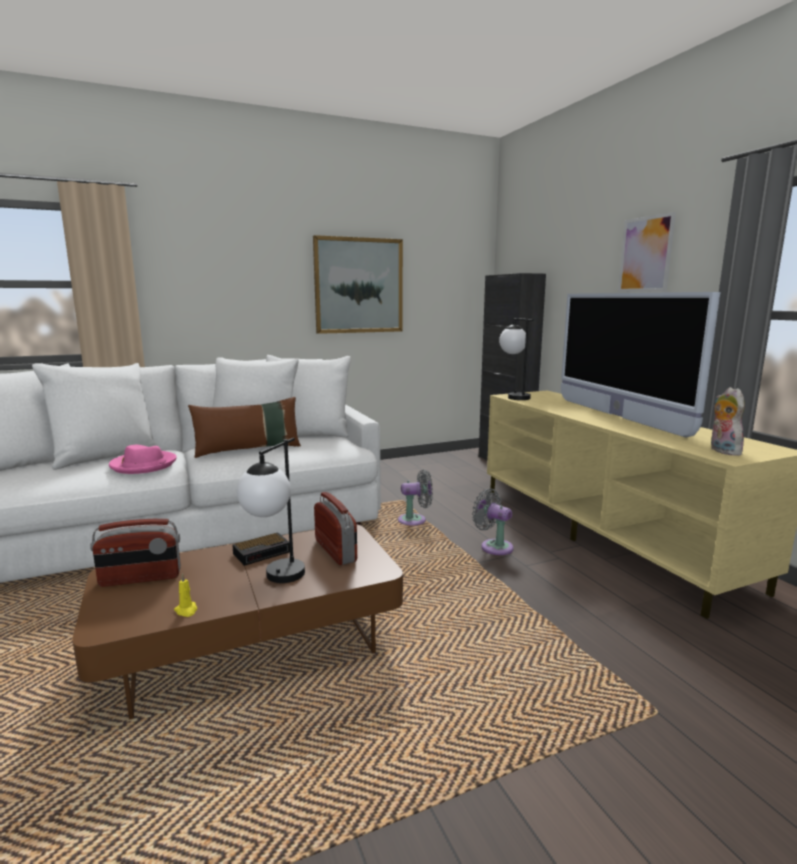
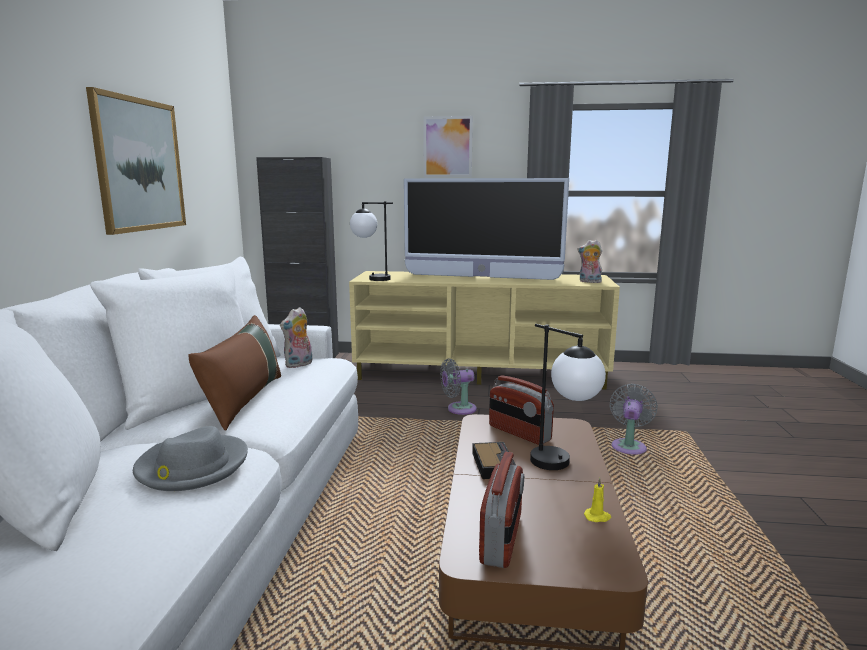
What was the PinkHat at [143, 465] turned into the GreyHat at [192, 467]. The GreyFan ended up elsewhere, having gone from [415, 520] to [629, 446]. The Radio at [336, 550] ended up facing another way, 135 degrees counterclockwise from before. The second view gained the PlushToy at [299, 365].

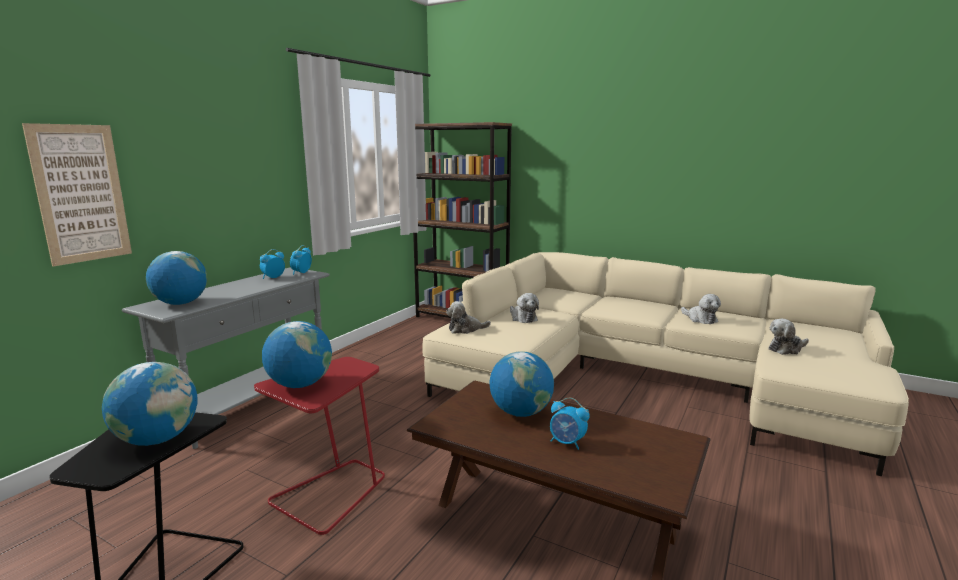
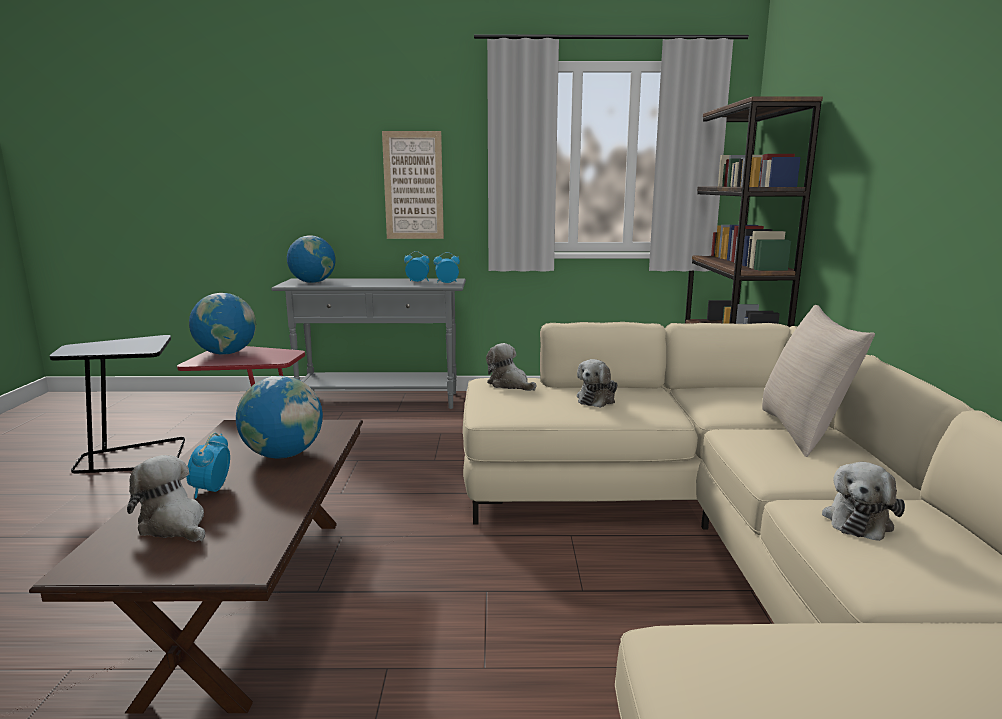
The Picture ended up elsewhere, having gone from [81, 194] to [413, 186]. The PlushToy ended up elsewhere, having gone from [786, 349] to [174, 525]. The second view lost the Globe at [158, 439]. The second view gained the BeigePillow at [803, 432].

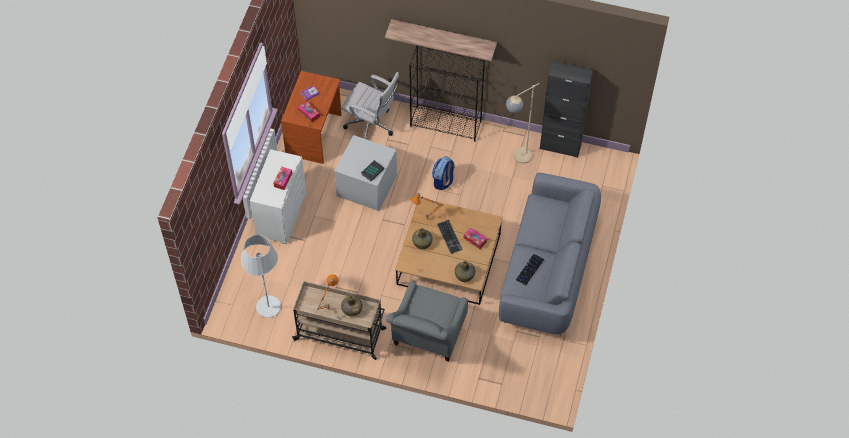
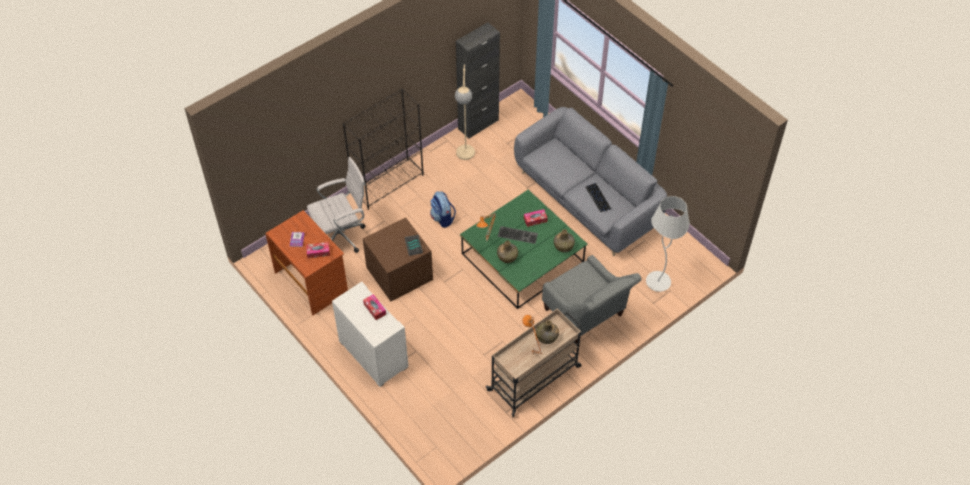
The second view lost the Shelf at [443, 36]. What was the GreyStorageBox at [366, 184] turned into the BrownStorageBox at [398, 273]. What was the BrownCoffeeTable at [449, 259] turned into the GreenCoffeeTable at [522, 258]. The WhiteFloorLamp ended up elsewhere, having gone from [268, 307] to [658, 282].

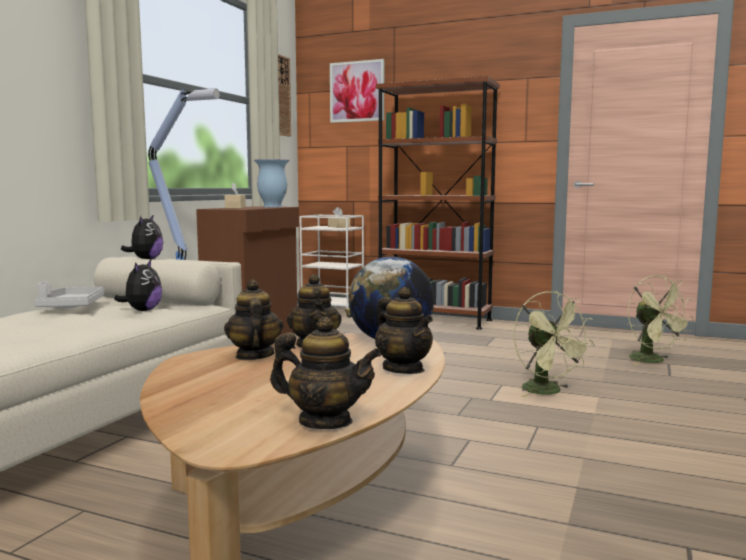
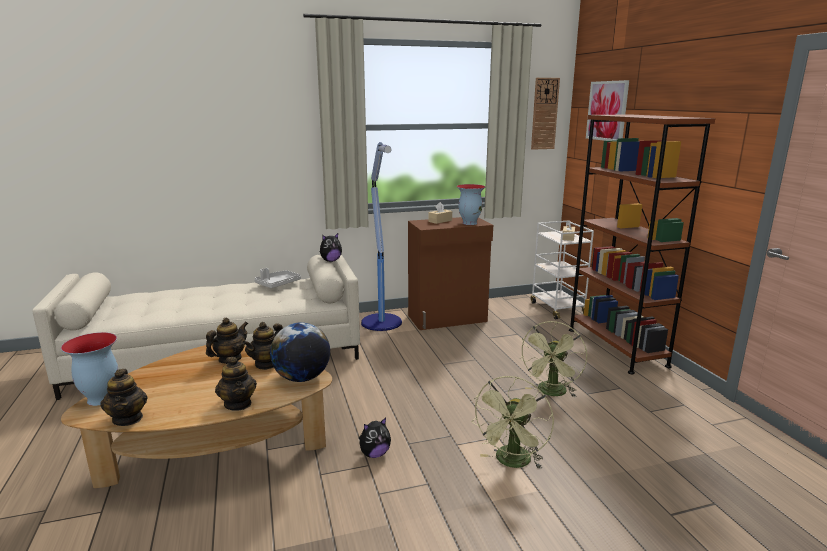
The PlushToy ended up elsewhere, having gone from [142, 310] to [374, 454]. The GreenFan ended up elsewhere, having gone from [653, 361] to [551, 393]. The Teapot at [403, 369] ended up facing another way, 45 degrees counterclockwise from before. The second view gained the Vase at [100, 399].

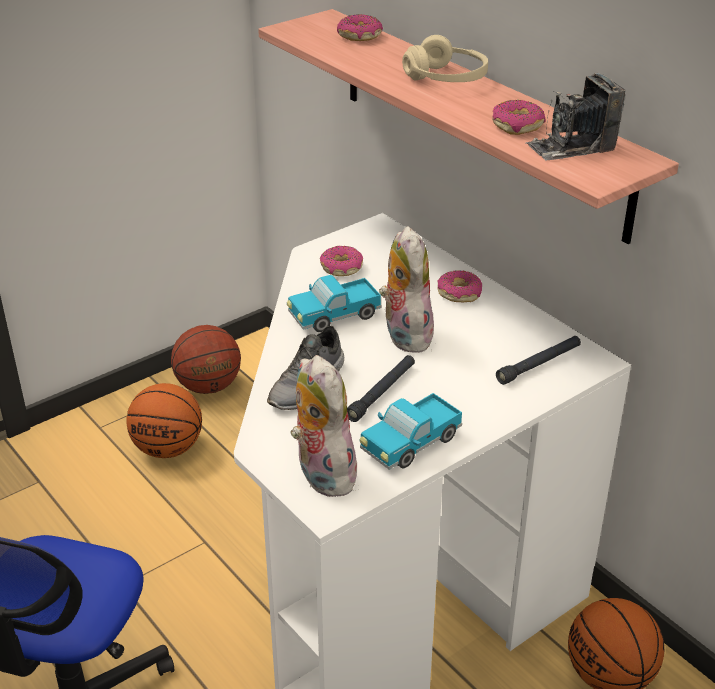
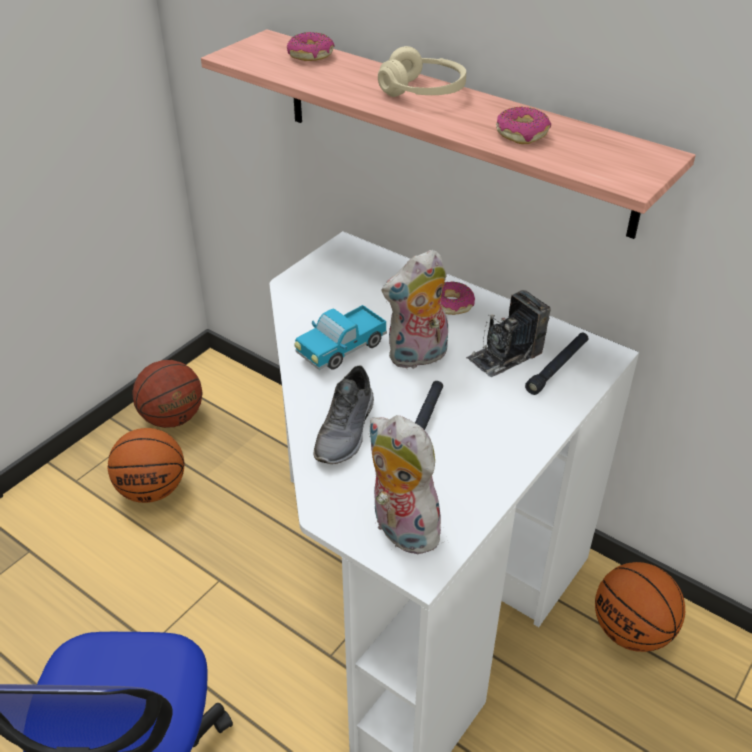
The PhotoCamera ended up elsewhere, having gone from [571, 147] to [505, 355]. The PlushToy at [404, 334] ended up facing another way, 90 degrees counterclockwise from before. The second view lost the Donut at [341, 268]. The second view lost the ToyTruck at [410, 445].

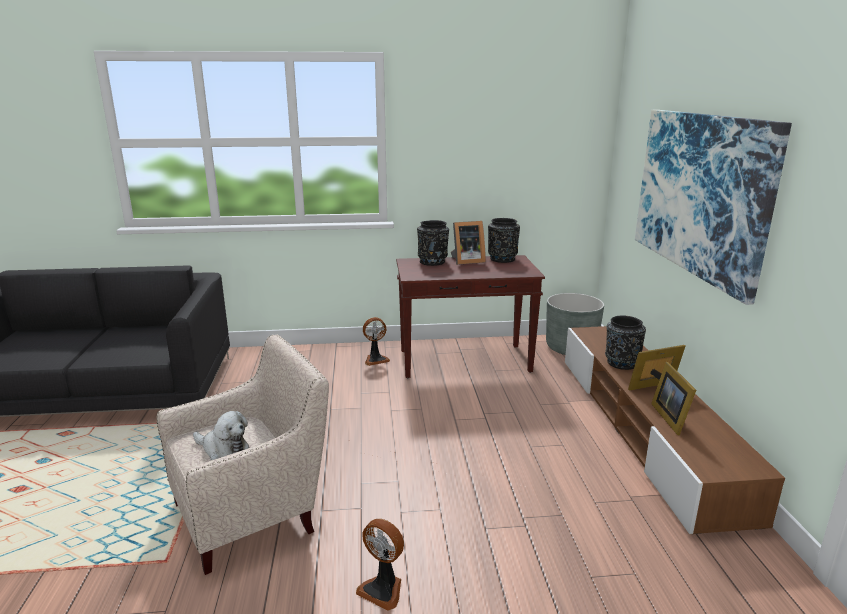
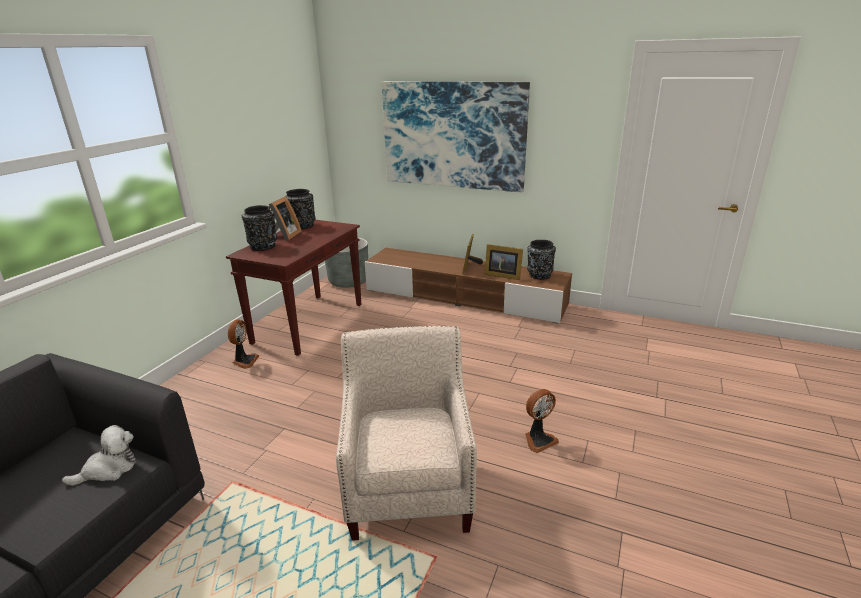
The BlackVase ended up elsewhere, having gone from [621, 363] to [539, 275]. The PlushToy ended up elsewhere, having gone from [223, 449] to [109, 469].

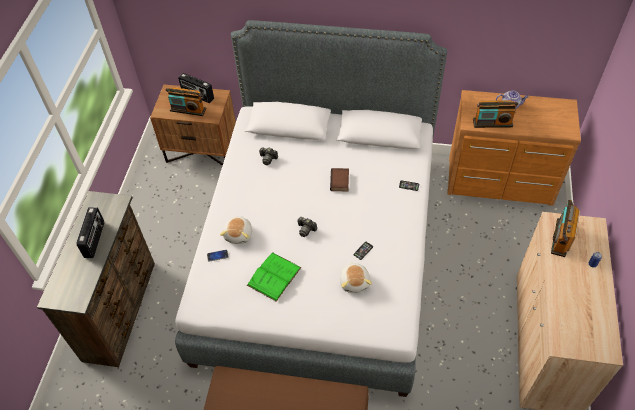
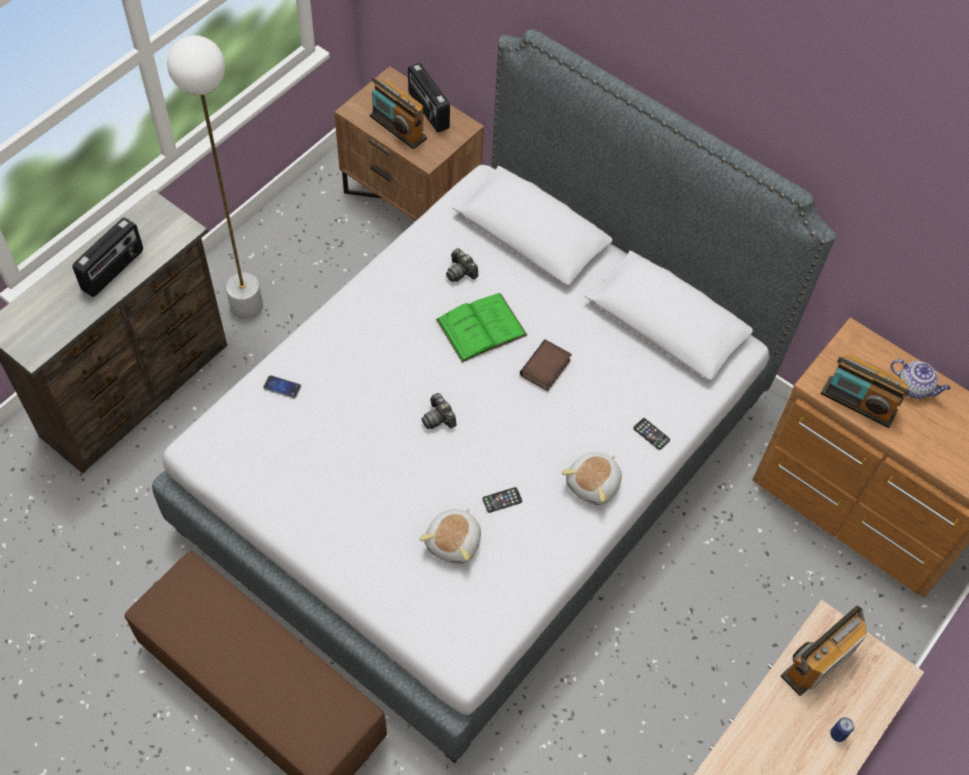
The PlushToy ended up elsewhere, having gone from [239, 234] to [594, 484]. The GreenBook ended up elsewhere, having gone from [274, 276] to [481, 327]. The second view gained the WhiteFloorLamp at [246, 306].

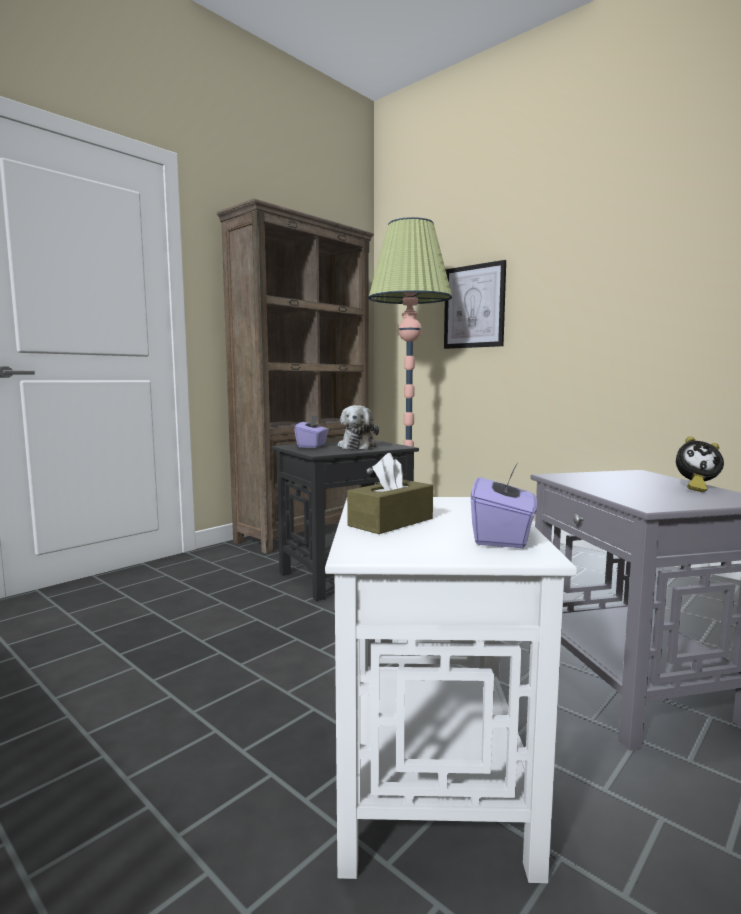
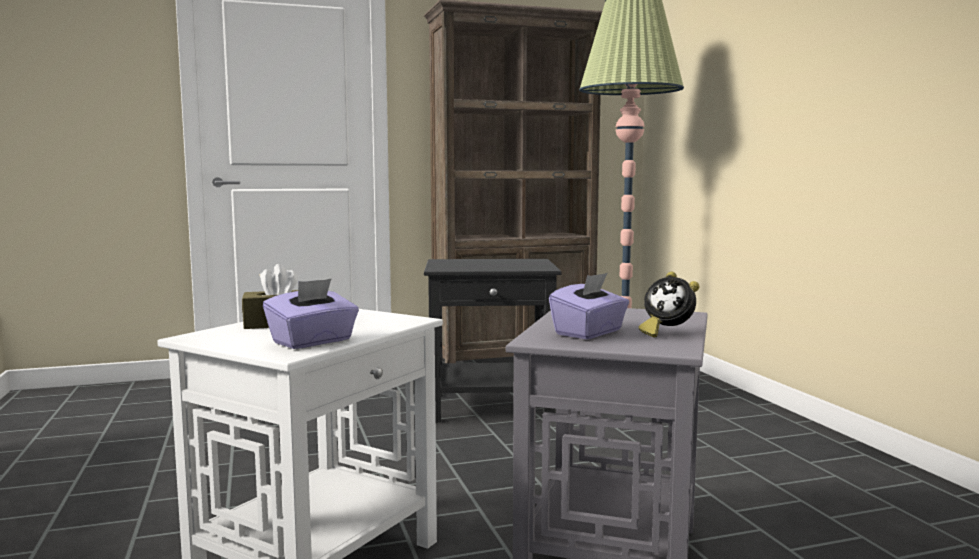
The second view lost the Picture at [474, 306]. The second view lost the PlushToy at [357, 446]. The PurpleTissueBox ended up elsewhere, having gone from [312, 446] to [589, 333].

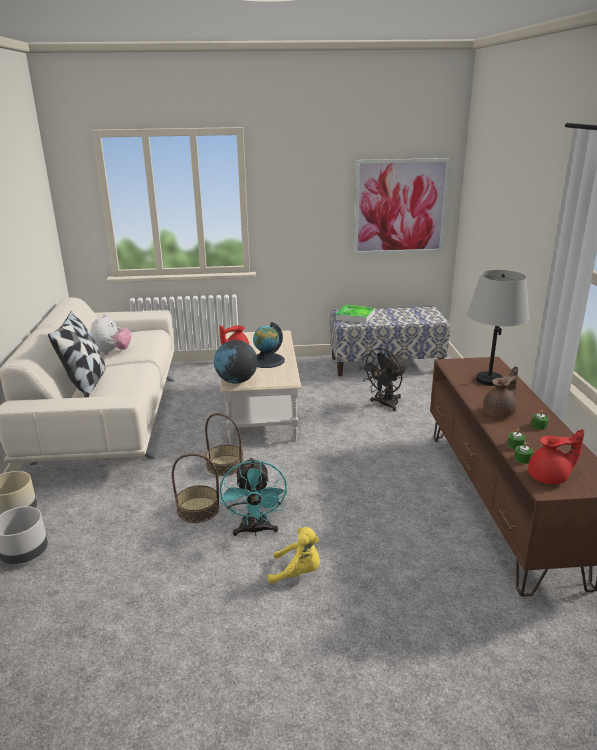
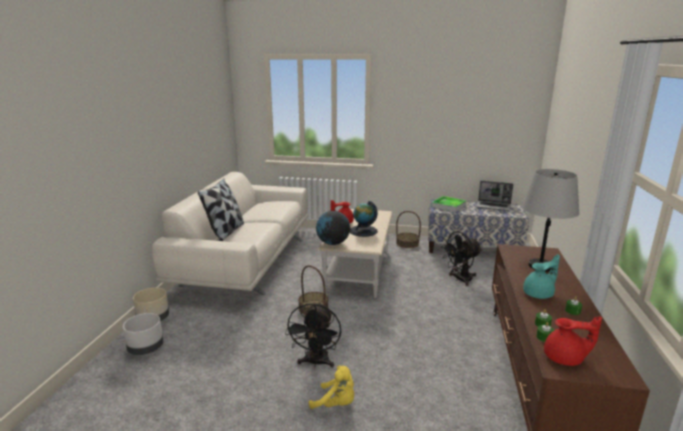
The second view lost the Picture at [400, 207]. The second view lost the PlushToy at [112, 352]. What was the BrownTeapot at [500, 412] turned into the TurquoiseTeapot at [539, 294]. The Basket ended up elsewhere, having gone from [198, 509] to [407, 243]. What was the TurquoiseFan at [255, 530] turned into the BlackFan at [316, 363]. The second view gained the Laptop at [493, 206].

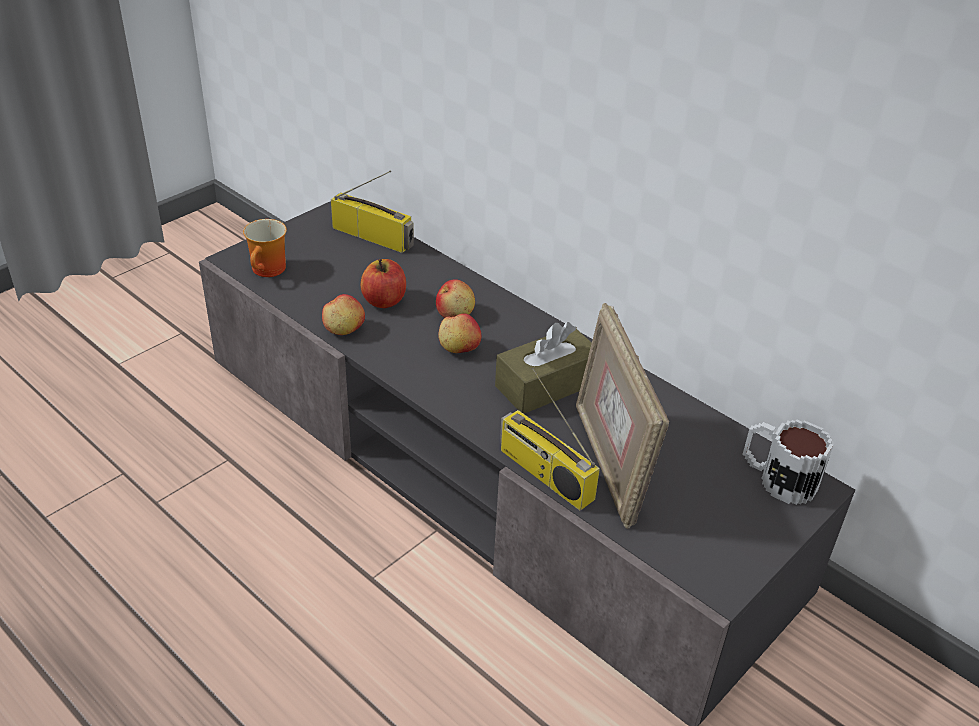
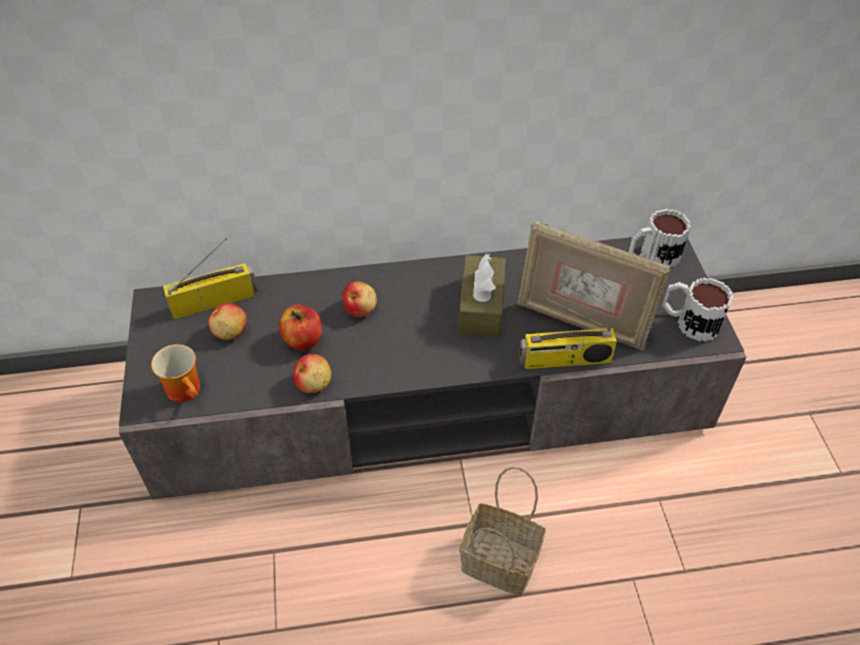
The Apple ended up elsewhere, having gone from [459, 348] to [230, 331]. The second view gained the Mug at [689, 321]. The second view gained the Basket at [496, 562].

